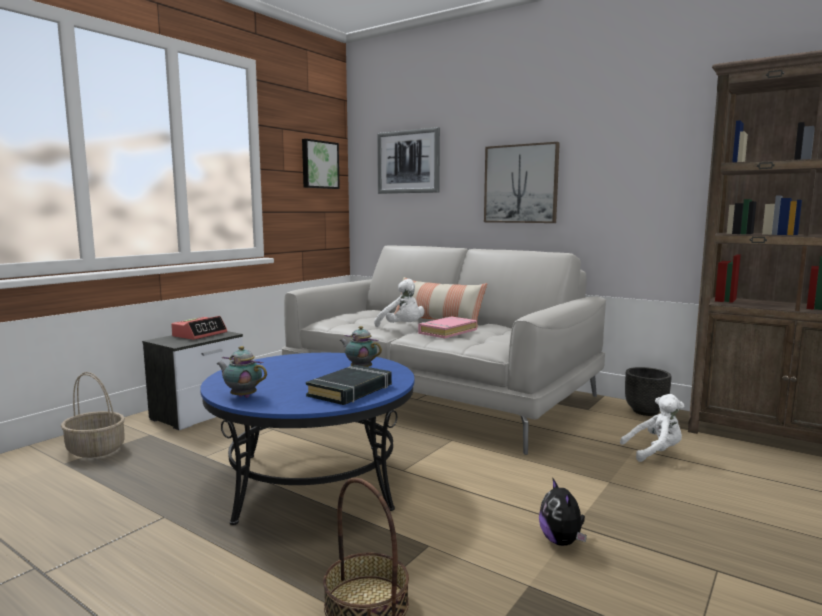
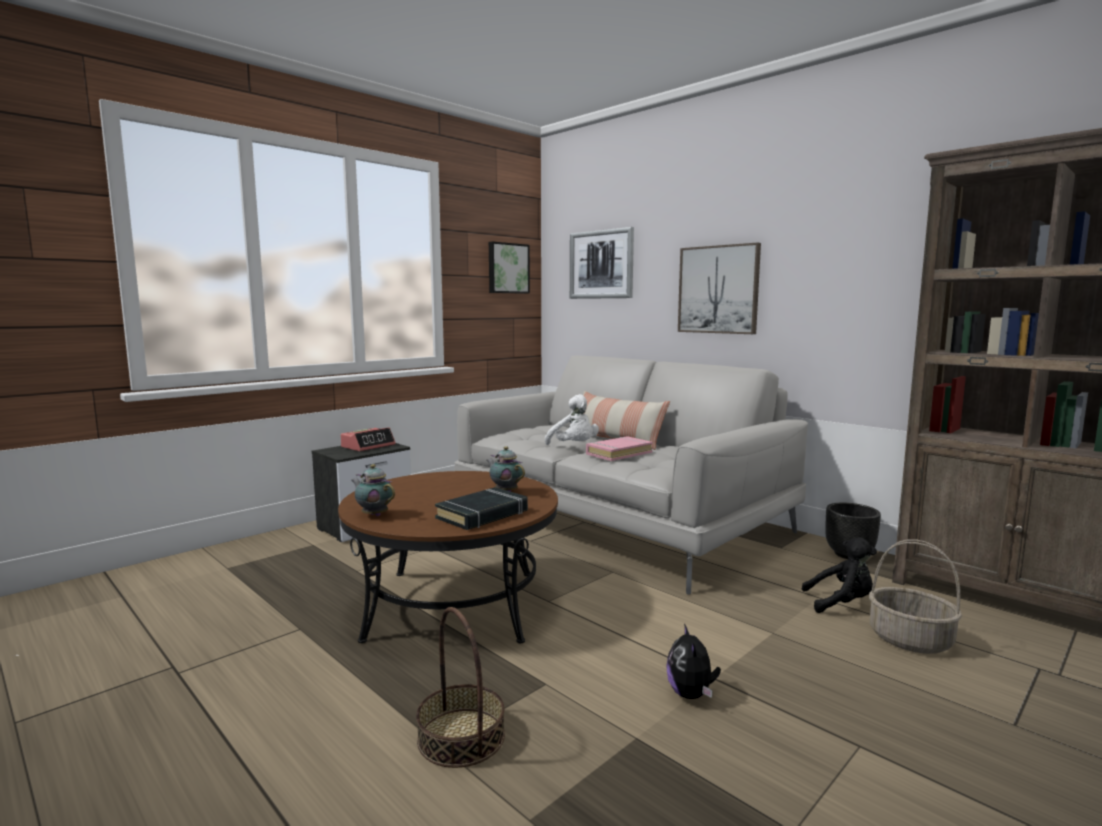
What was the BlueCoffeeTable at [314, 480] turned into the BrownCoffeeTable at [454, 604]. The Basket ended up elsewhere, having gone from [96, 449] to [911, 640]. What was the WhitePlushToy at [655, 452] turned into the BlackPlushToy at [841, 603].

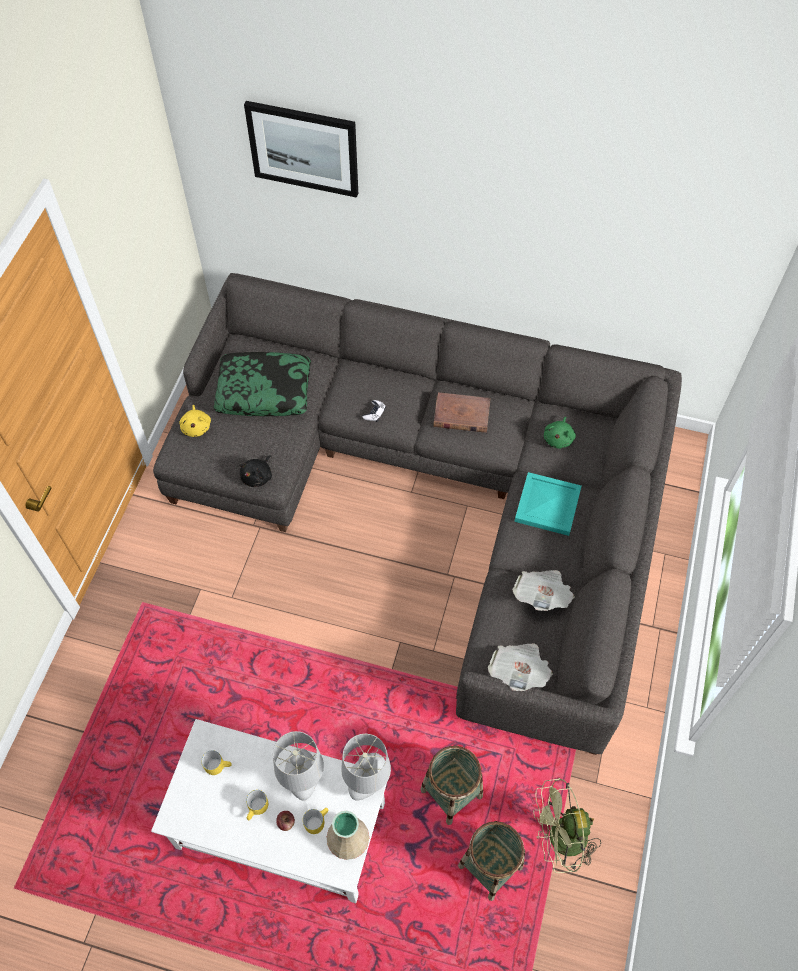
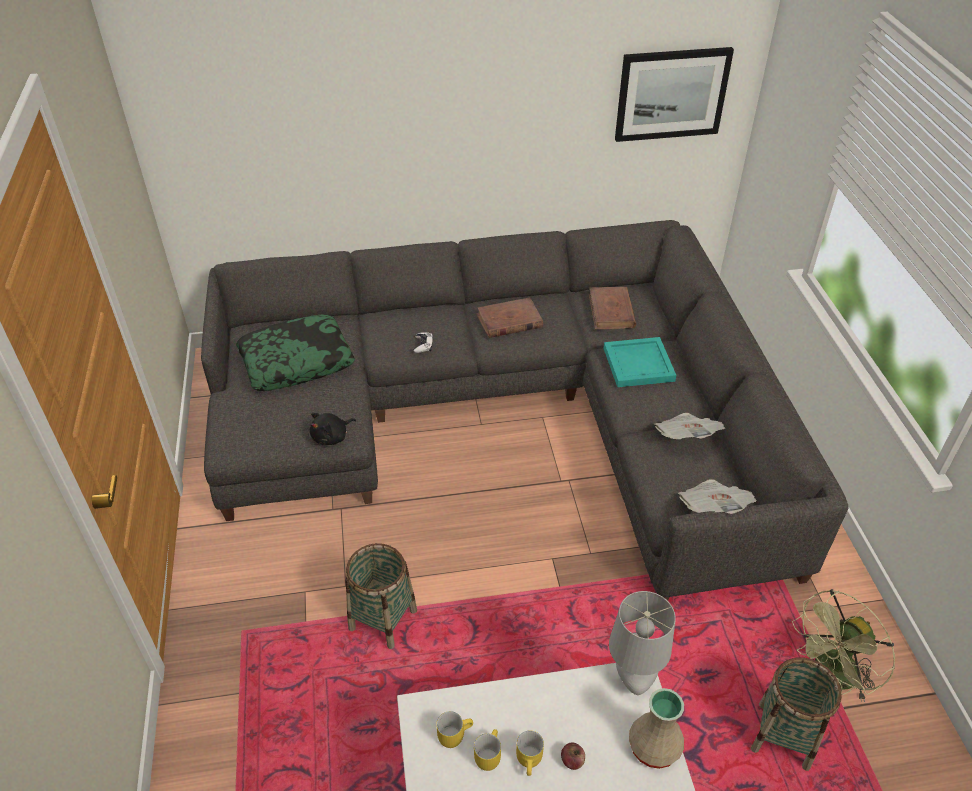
The Picture ended up elsewhere, having gone from [303, 148] to [671, 94]. The second view lost the YellowPlushToy at [196, 427]. Where the GreenPlushToy stood at [558, 438], the BrownBook came to stand at [611, 311]. The BlackPlushToy at [258, 476] ended up facing another way, 45 degrees clockwise from before. The second view lost the GreyTableLamp at [302, 778]. The Basket ended up elsewhere, having gone from [451, 793] to [382, 620]. The YellowMug ended up elsewhere, having gone from [316, 821] to [487, 754].

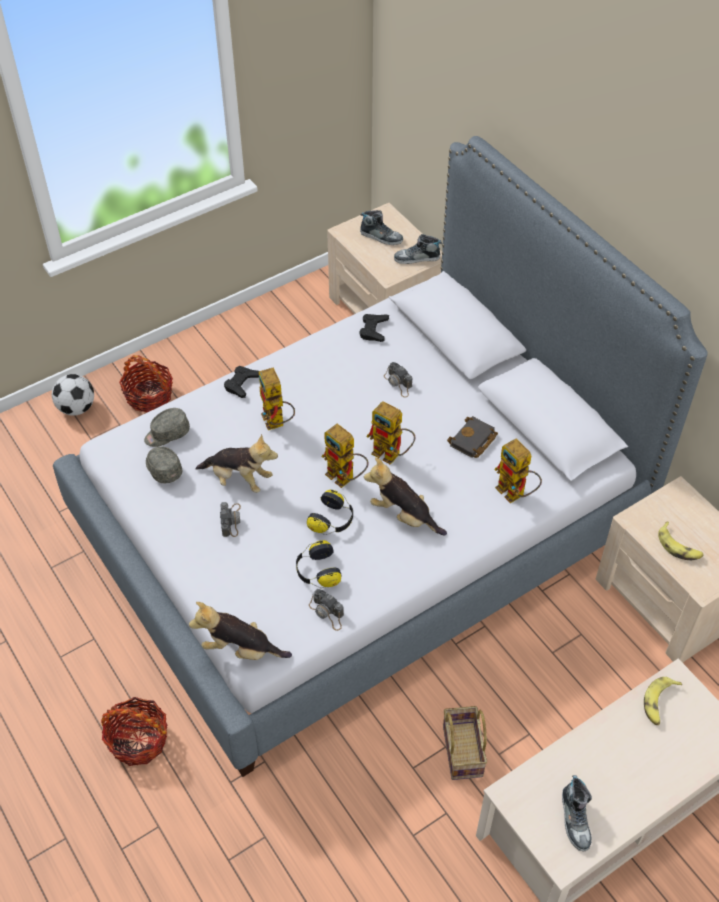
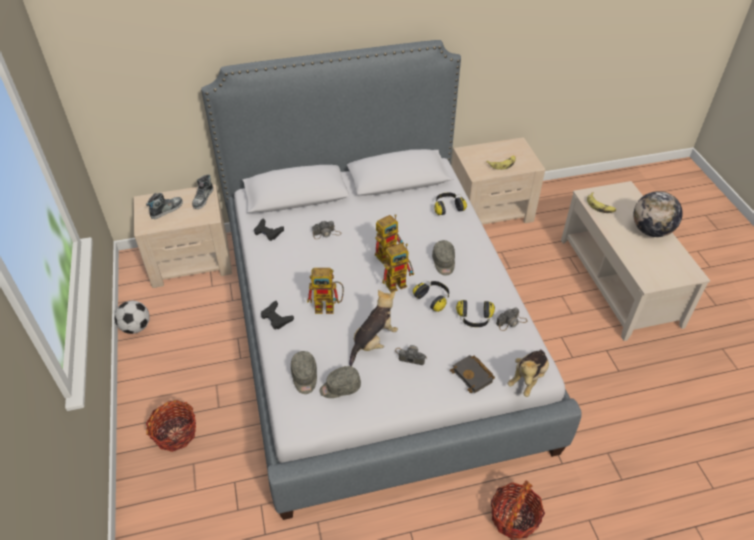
The Football ended up elsewhere, having gone from [77, 408] to [136, 327]. The BlackBook ended up elsewhere, having gone from [473, 441] to [473, 376]. Where the ToyRobot stood at [515, 494], the Headphones came to stand at [447, 208]. Where the PlushToy stood at [403, 515], the GreyCap came to stand at [443, 262]. The second view lost the Basket at [461, 749]. The second view lost the Shoe at [575, 819]. The second view gained the Globe at [651, 231].

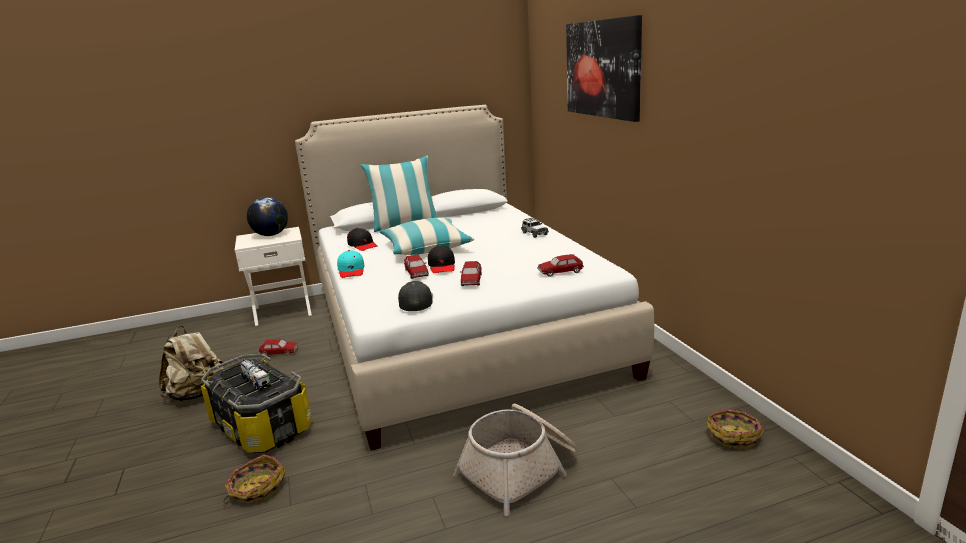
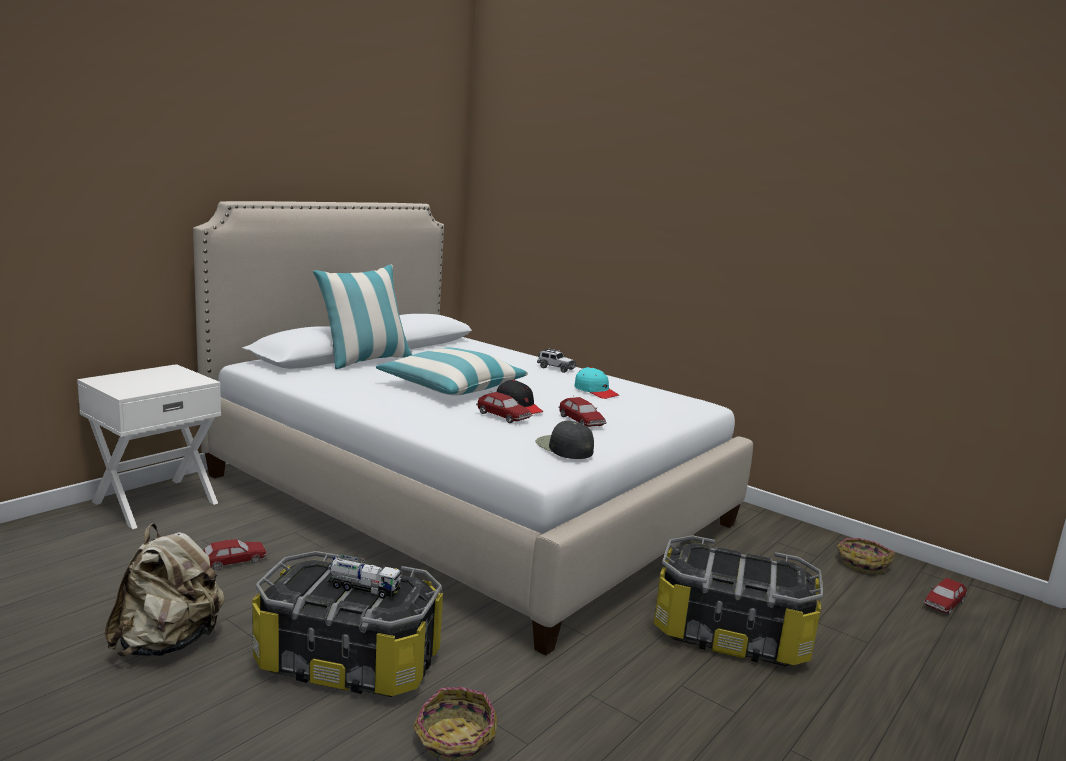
The second view lost the Picture at [602, 69]. The second view lost the Globe at [271, 235]. The second view lost the BlackCap at [362, 245]. The TurquoiseCap ended up elsewhere, having gone from [351, 270] to [596, 391]. The ToyCar ended up elsewhere, having gone from [560, 272] to [943, 603]. Where the Basket stood at [520, 469], the StorageBox came to stand at [731, 634].

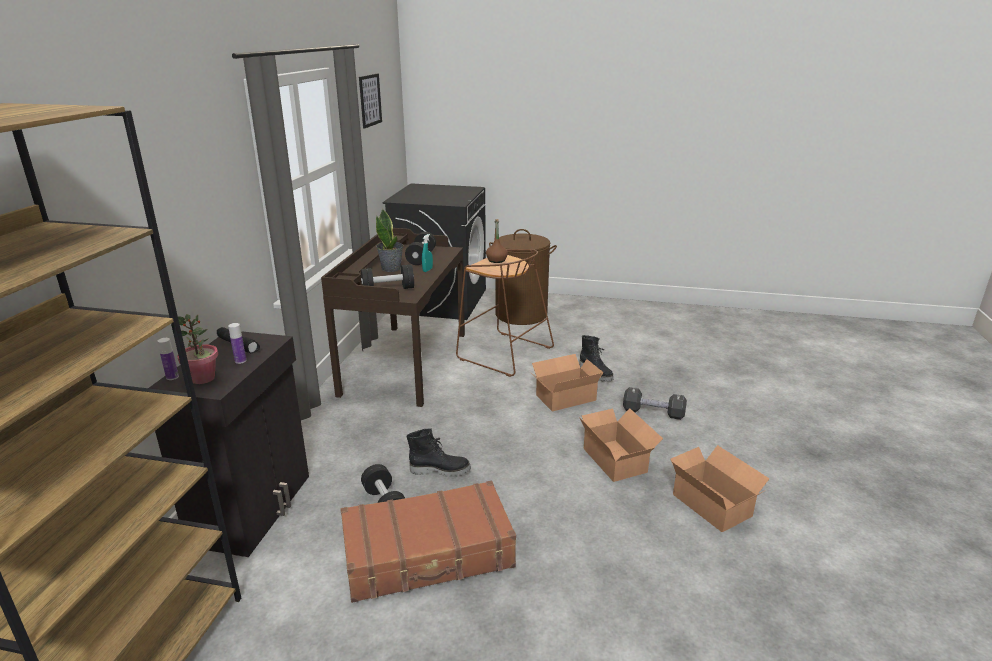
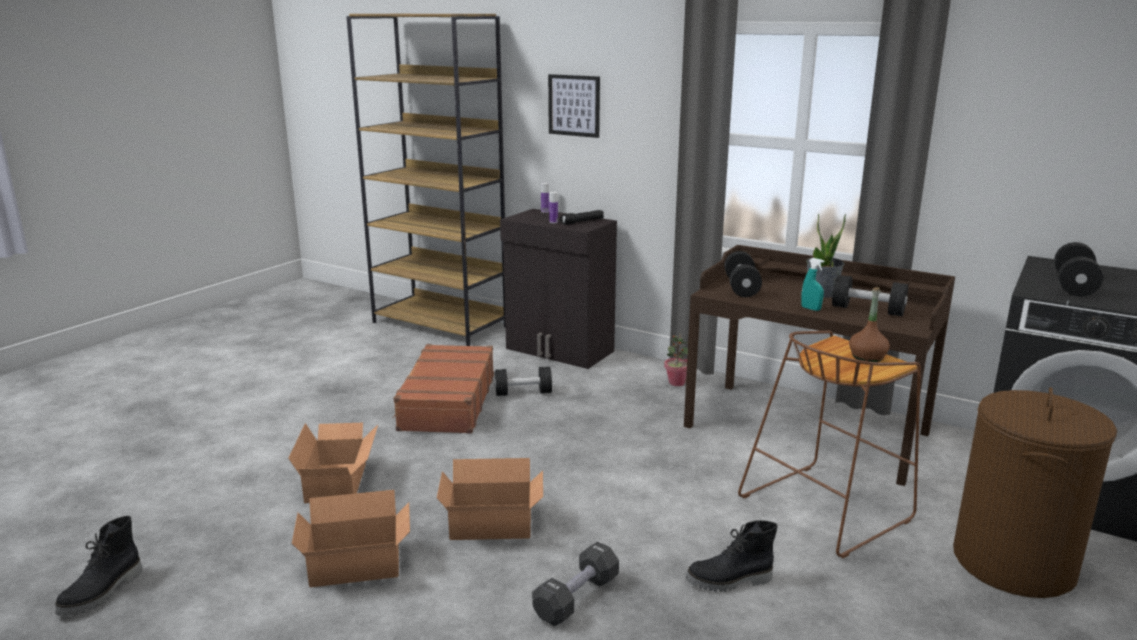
The Picture ended up elsewhere, having gone from [370, 100] to [574, 105]. The PottedPlant ended up elsewhere, having gone from [203, 378] to [676, 383]. The CardboardBox ended up elsewhere, having gone from [563, 397] to [339, 481]. The BlackBoot ended up elsewhere, having gone from [440, 470] to [102, 593]. The second view gained the BlackDumbbell at [1073, 285].

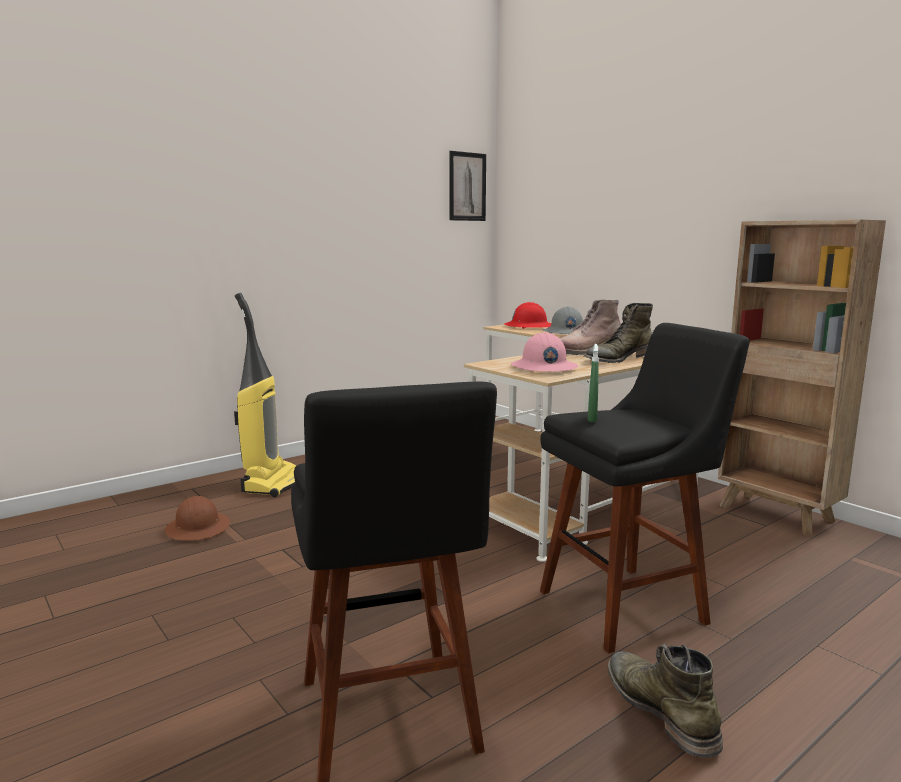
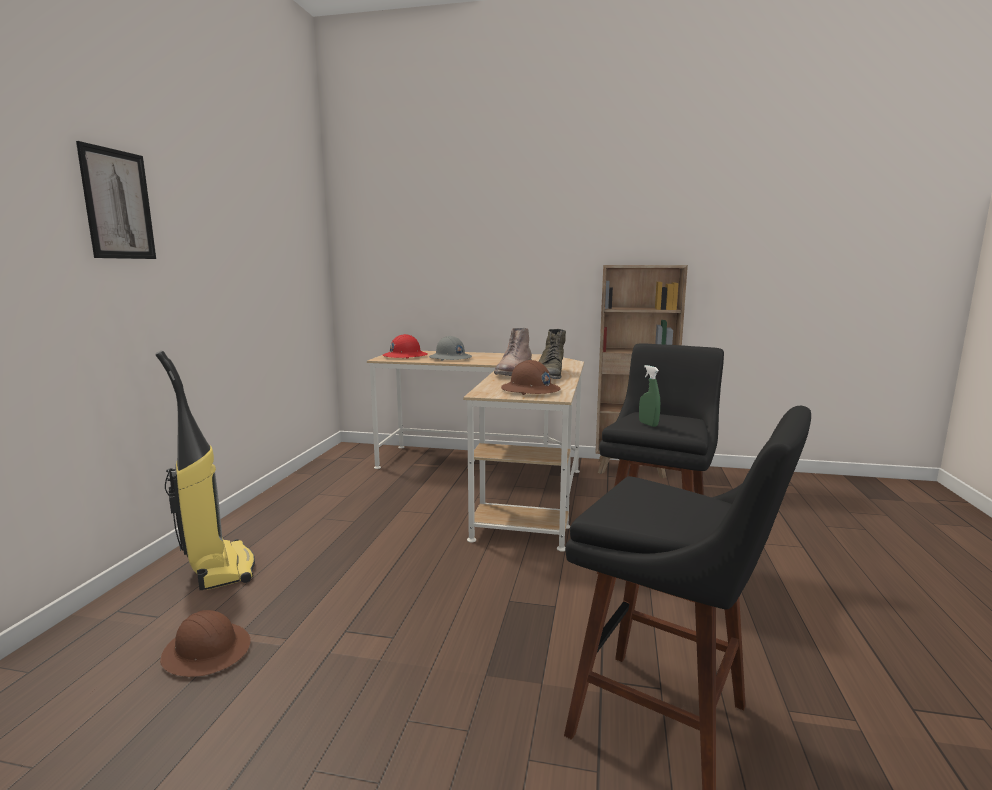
The Picture ended up elsewhere, having gone from [467, 186] to [118, 204]. What was the PinkHardHat at [543, 368] turned into the BrownHardHat at [530, 390]. The second view lost the GreenBoot at [660, 709].

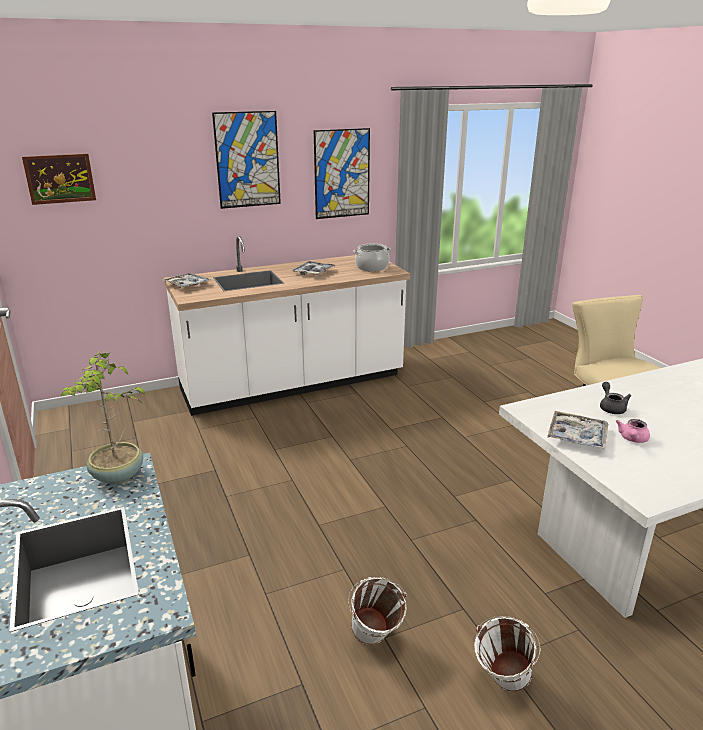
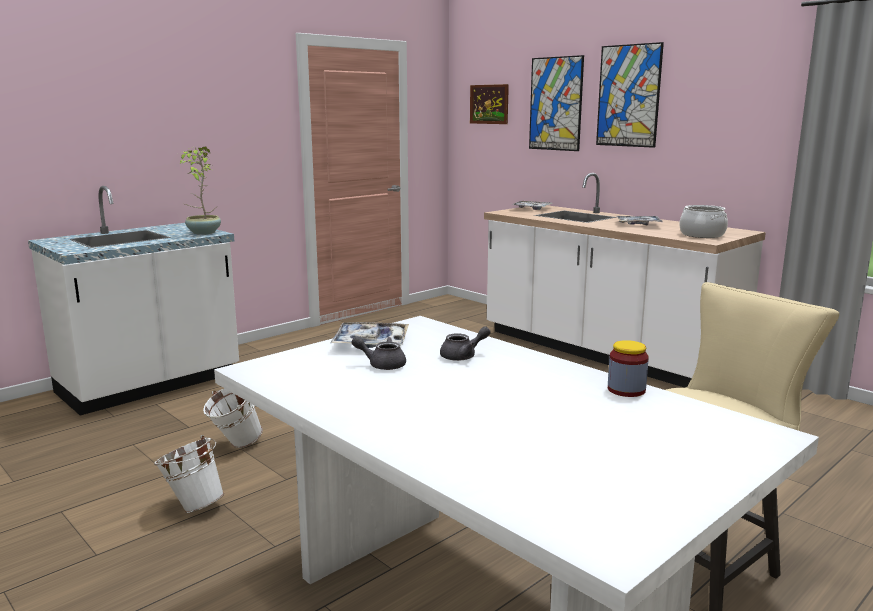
The Picture ended up elsewhere, having gone from [342, 174] to [555, 104]. What was the PinkTeapot at [632, 439] turned into the GreyTeapot at [382, 365]. The second view gained the Jar at [626, 390].

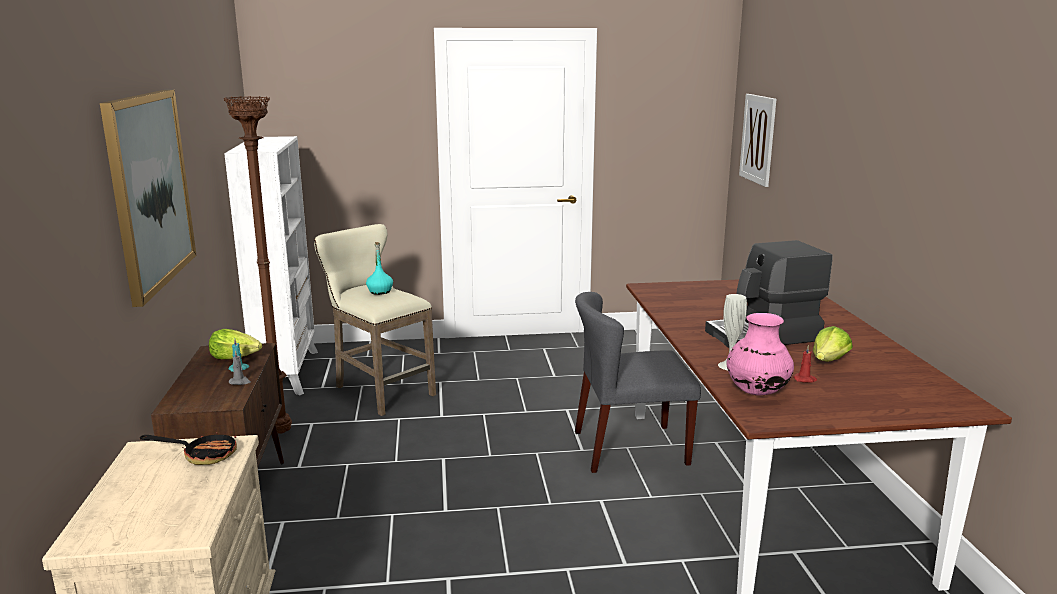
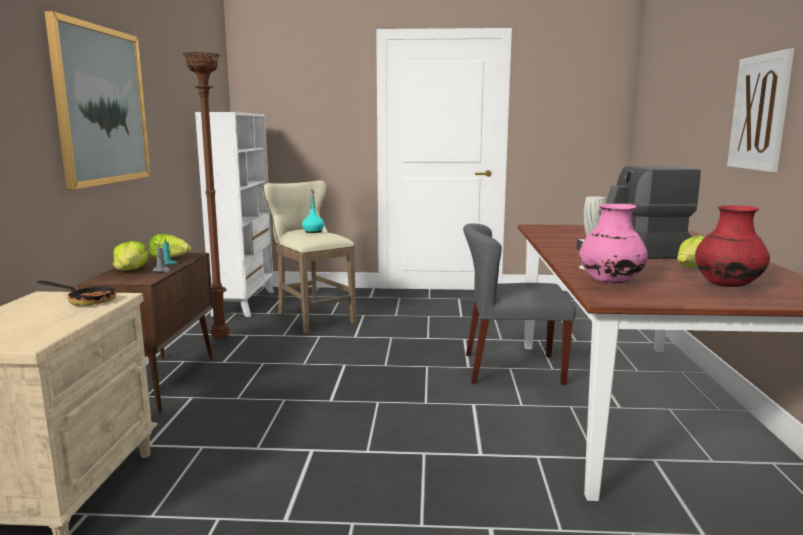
The Picture ended up elsewhere, having gone from [758, 139] to [759, 112]. The second view lost the RedCandle at [805, 379]. The second view gained the RedVase at [727, 286]. The second view gained the Lettuce at [131, 270].

